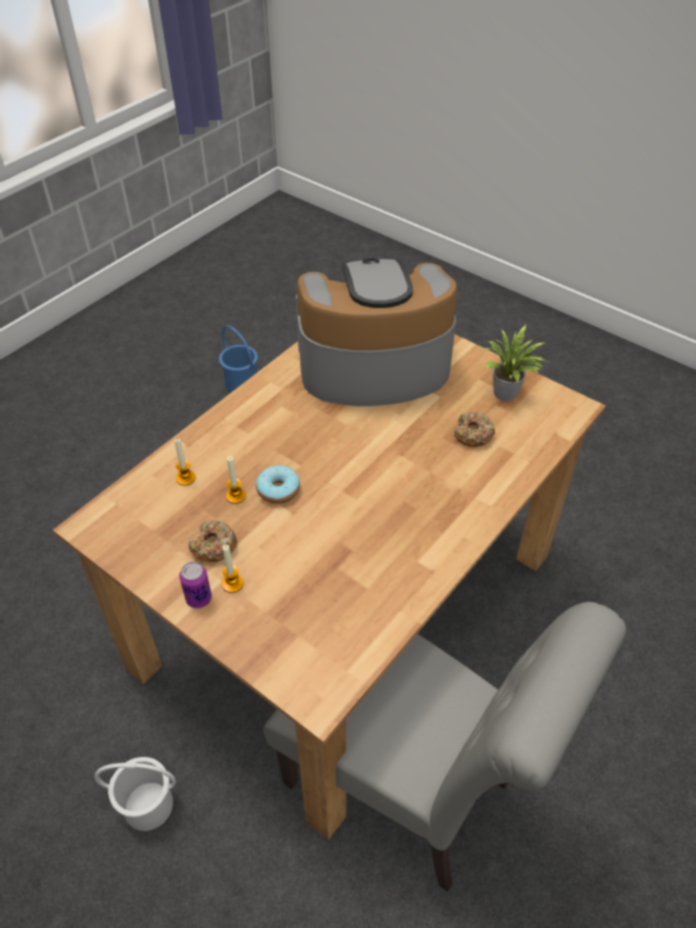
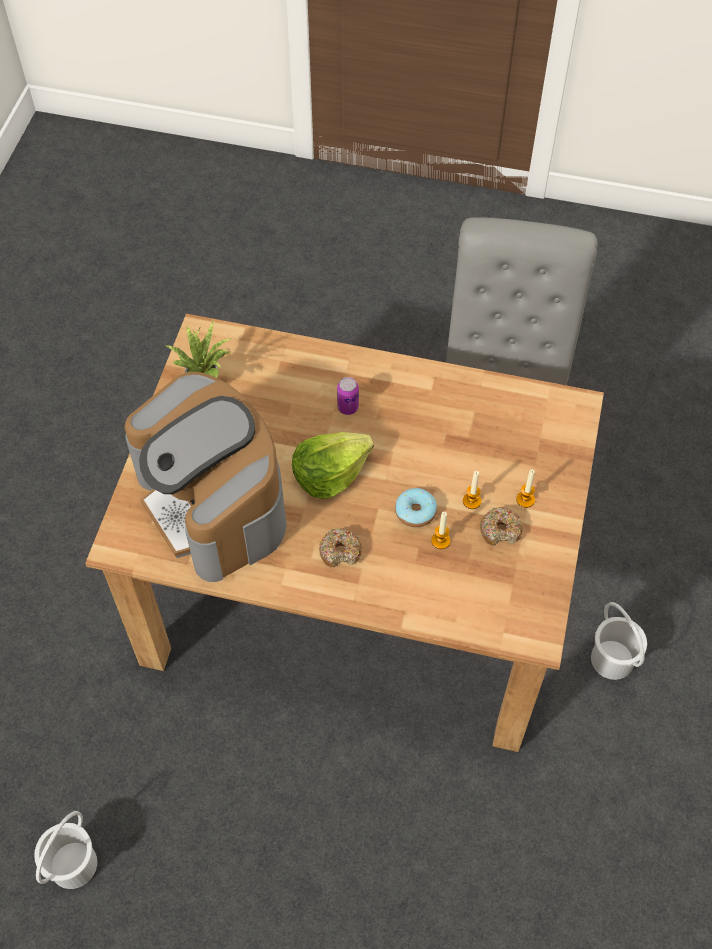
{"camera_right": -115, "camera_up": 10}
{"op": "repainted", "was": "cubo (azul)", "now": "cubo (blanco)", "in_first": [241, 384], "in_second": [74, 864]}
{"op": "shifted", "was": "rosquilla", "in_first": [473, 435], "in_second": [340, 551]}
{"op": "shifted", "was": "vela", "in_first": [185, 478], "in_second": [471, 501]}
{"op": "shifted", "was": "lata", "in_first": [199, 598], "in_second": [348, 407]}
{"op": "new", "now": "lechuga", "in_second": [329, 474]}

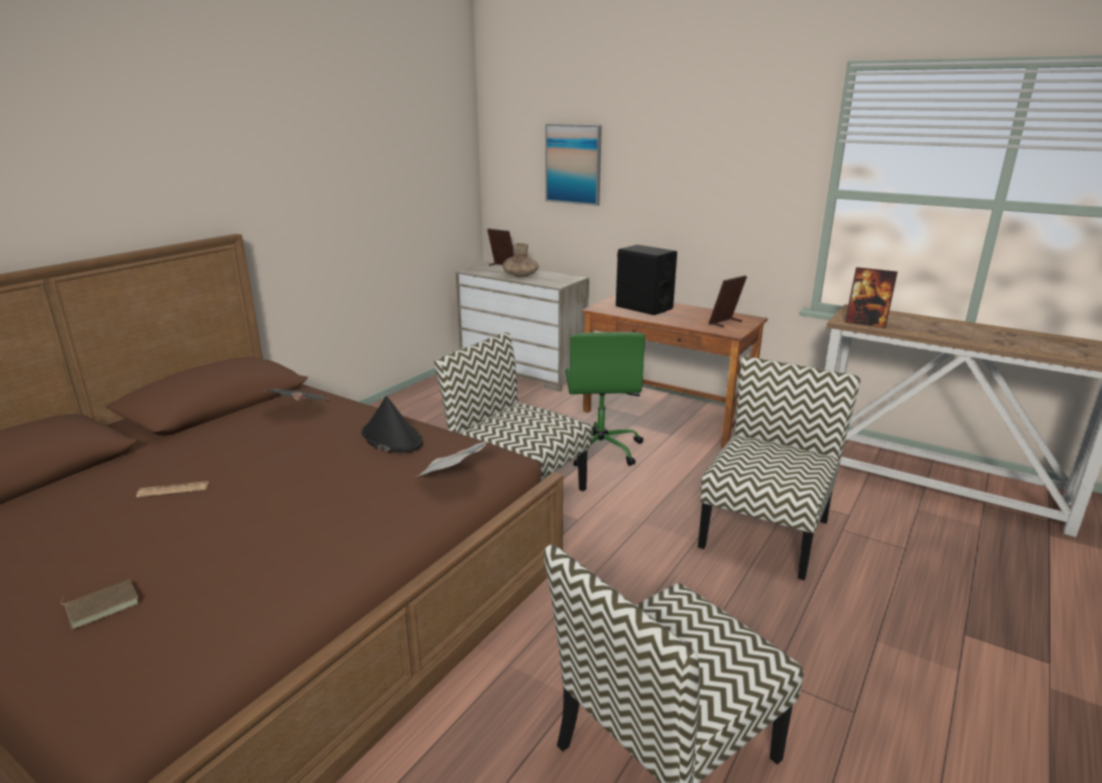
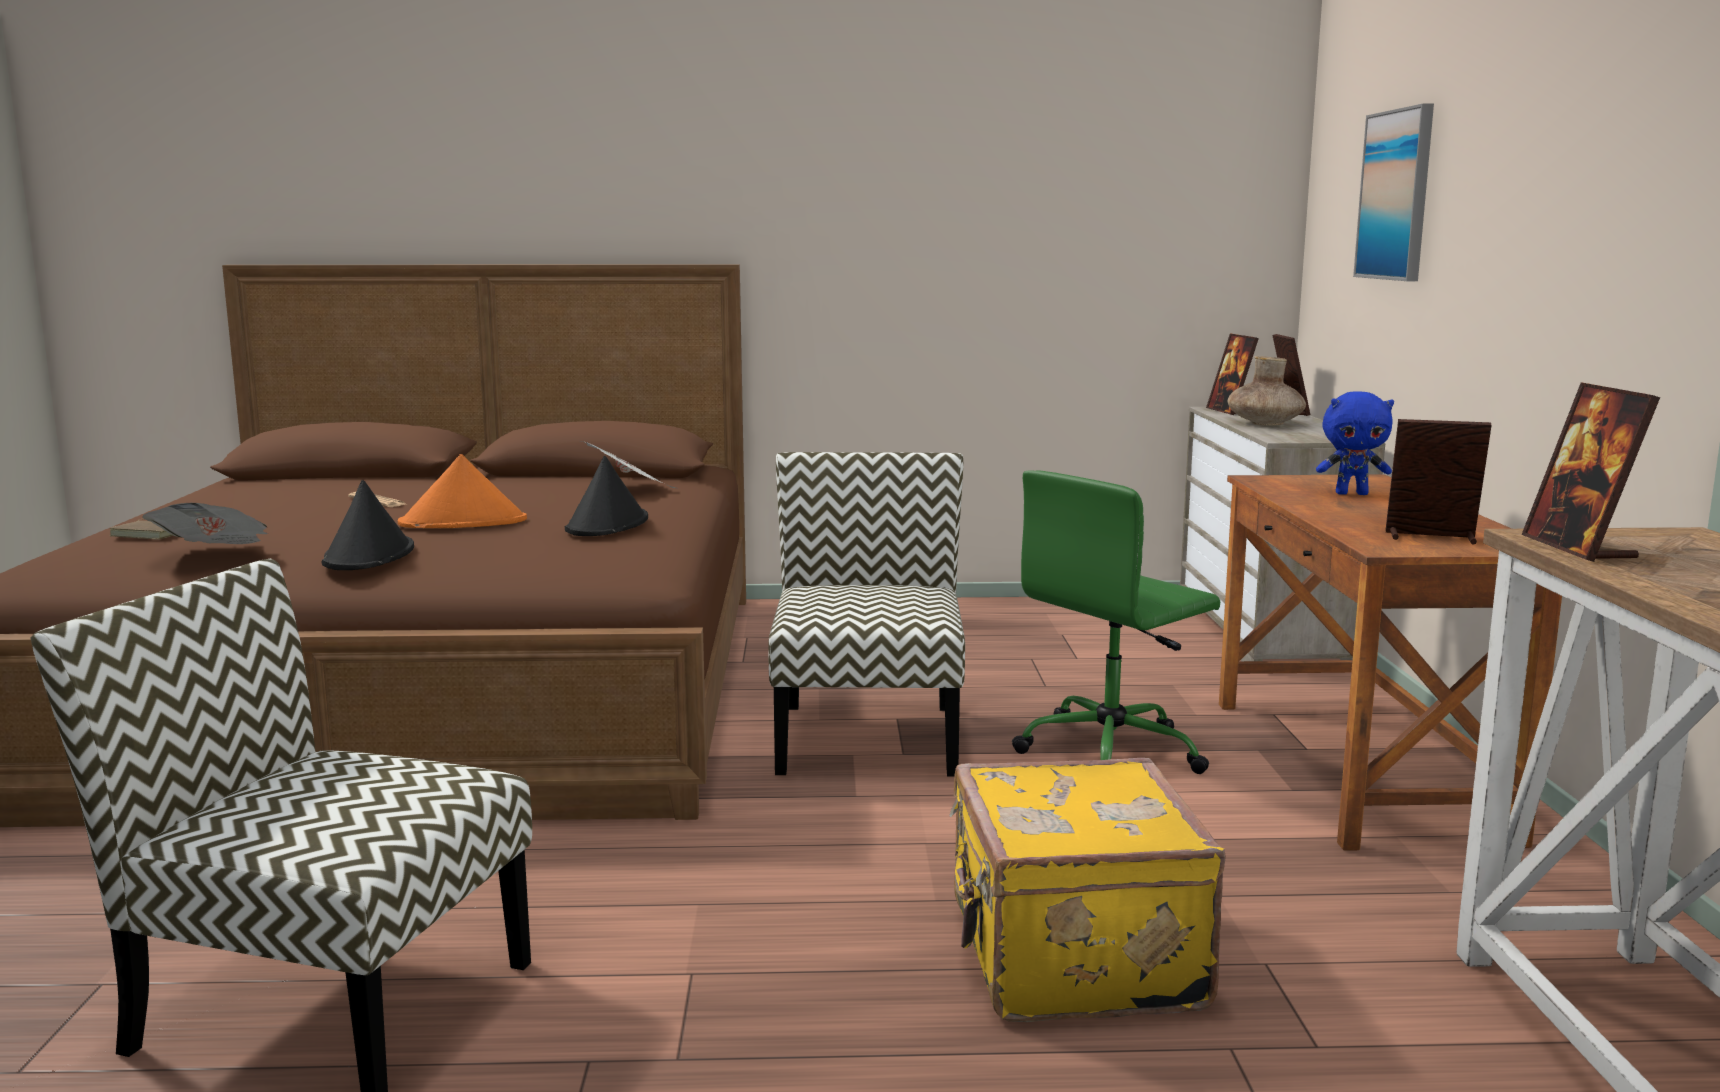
{"camera_right": 55, "camera_up": -10}
{"op": "swapped", "was": "altavoz (negro)", "now": "peluche (azul)", "in_first": [643, 307], "in_second": [1352, 493]}
{"op": "swapped", "was": "silla", "now": "maleta (amarillo)", "in_first": [764, 532], "in_second": [1070, 958]}
{"op": "shifted", "was": "periódico", "in_first": [453, 476], "in_second": [215, 556]}
{"op": "new", "now": "portarretratos", "in_second": [1230, 411]}
{"op": "new", "now": "sombrero (naranja)", "in_second": [464, 523]}
{"op": "new", "now": "sombrero (negro)", "in_second": [369, 556]}

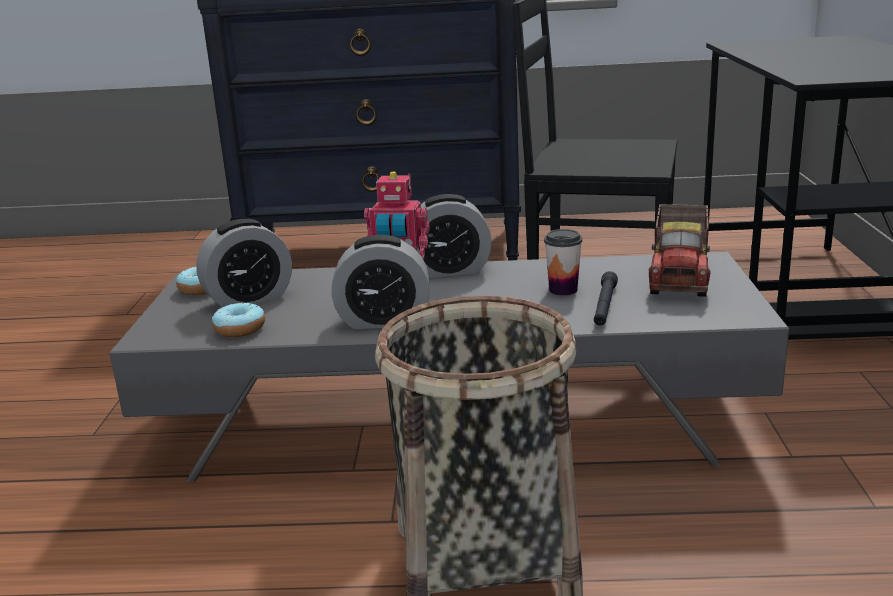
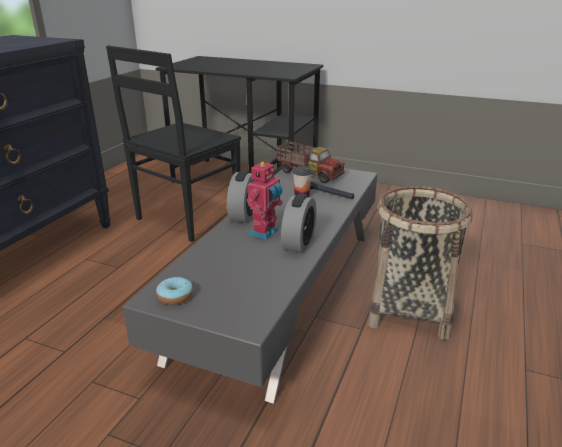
{"camera_right": -70, "camera_up": 5}
{"op": "gone", "was": "despertador", "in_first": [249, 299]}
{"op": "gone", "was": "rosquilla", "in_first": [240, 329]}

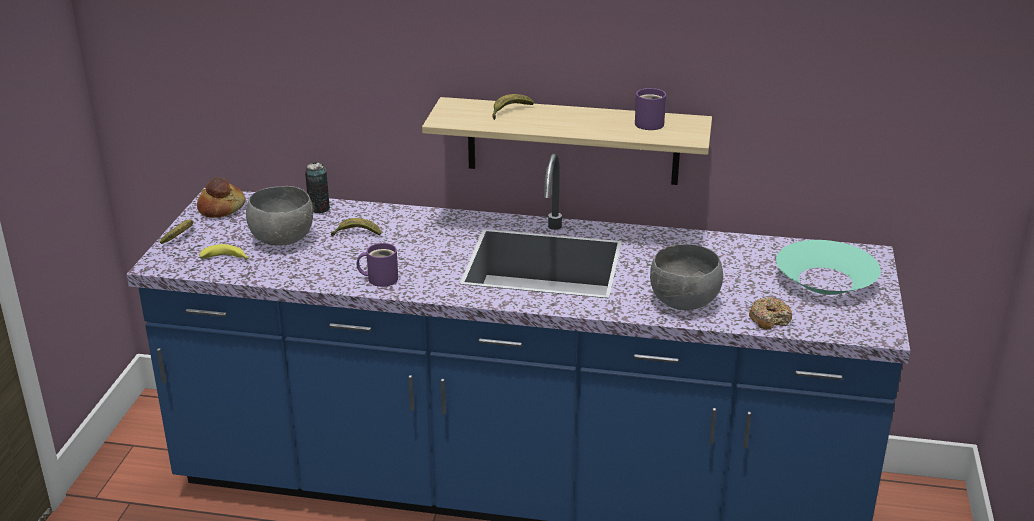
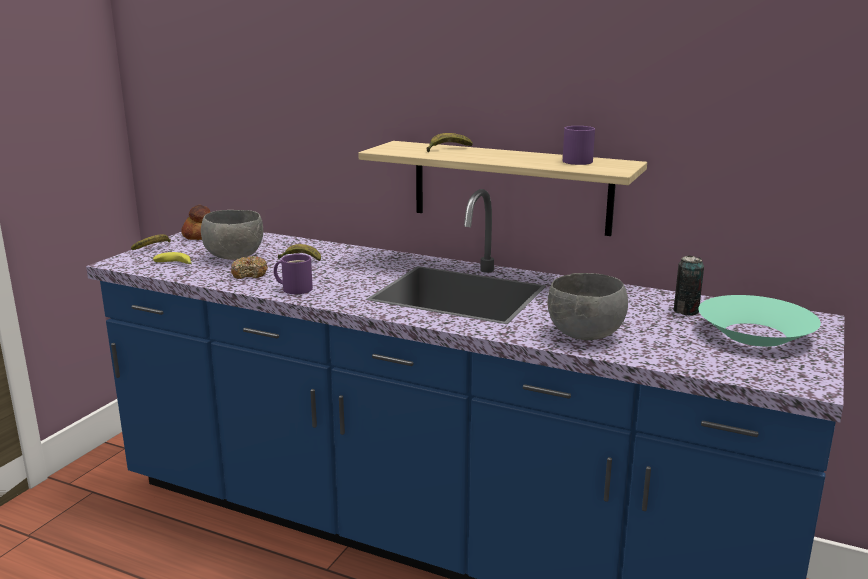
{"camera_right": 15, "camera_up": -10}
{"op": "shifted", "was": "lata", "in_first": [319, 209], "in_second": [686, 311]}
{"op": "shifted", "was": "rosquilla", "in_first": [769, 319], "in_second": [250, 274]}

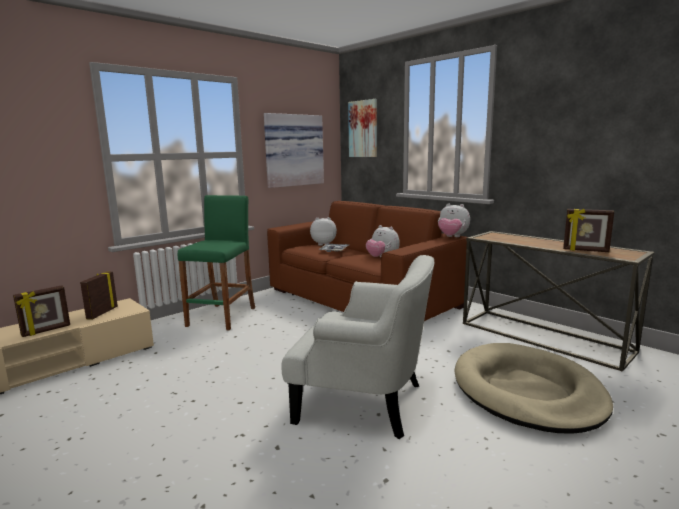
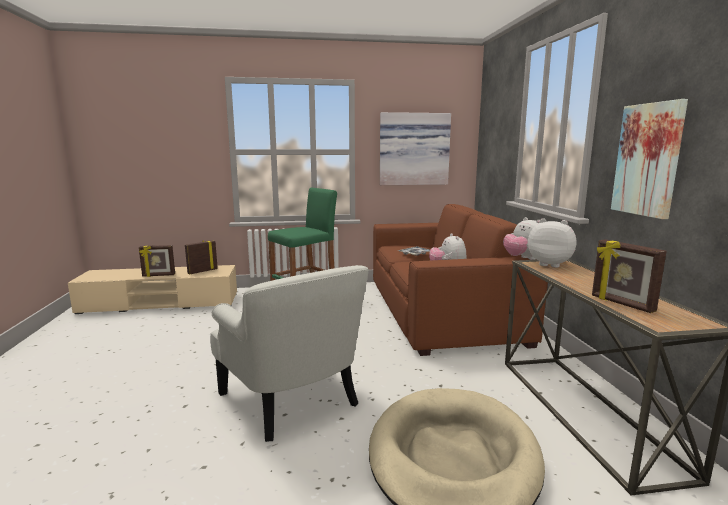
{"camera_right": 35, "camera_up": 0}
{"op": "shifted", "was": "cuadro", "in_first": [363, 129], "in_second": [648, 160]}
{"op": "shifted", "was": "peluche", "in_first": [323, 244], "in_second": [550, 264]}

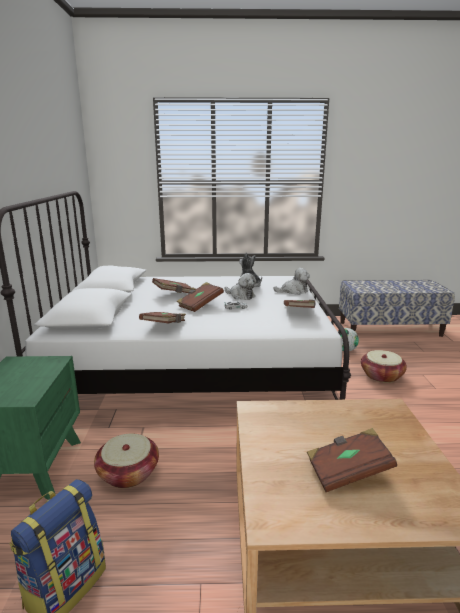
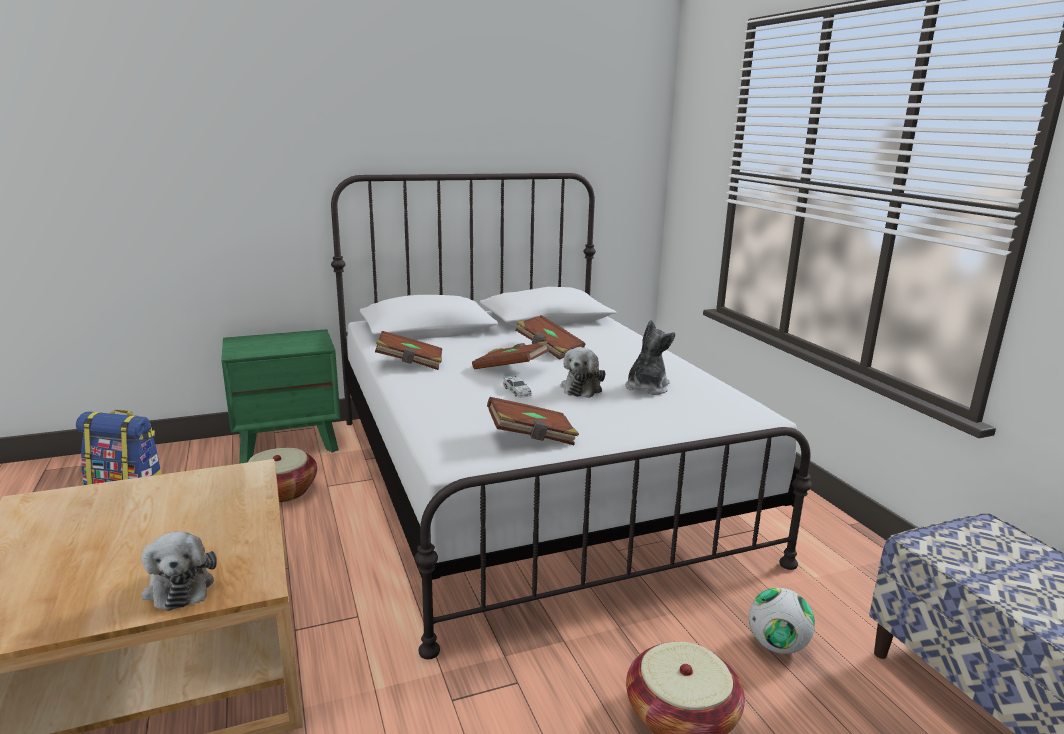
{"camera_right": 70, "camera_up": 0}
{"op": "shifted", "was": "peluche", "in_first": [293, 291], "in_second": [179, 585]}
{"op": "gone", "was": "libro (marrón)", "in_first": [347, 471]}

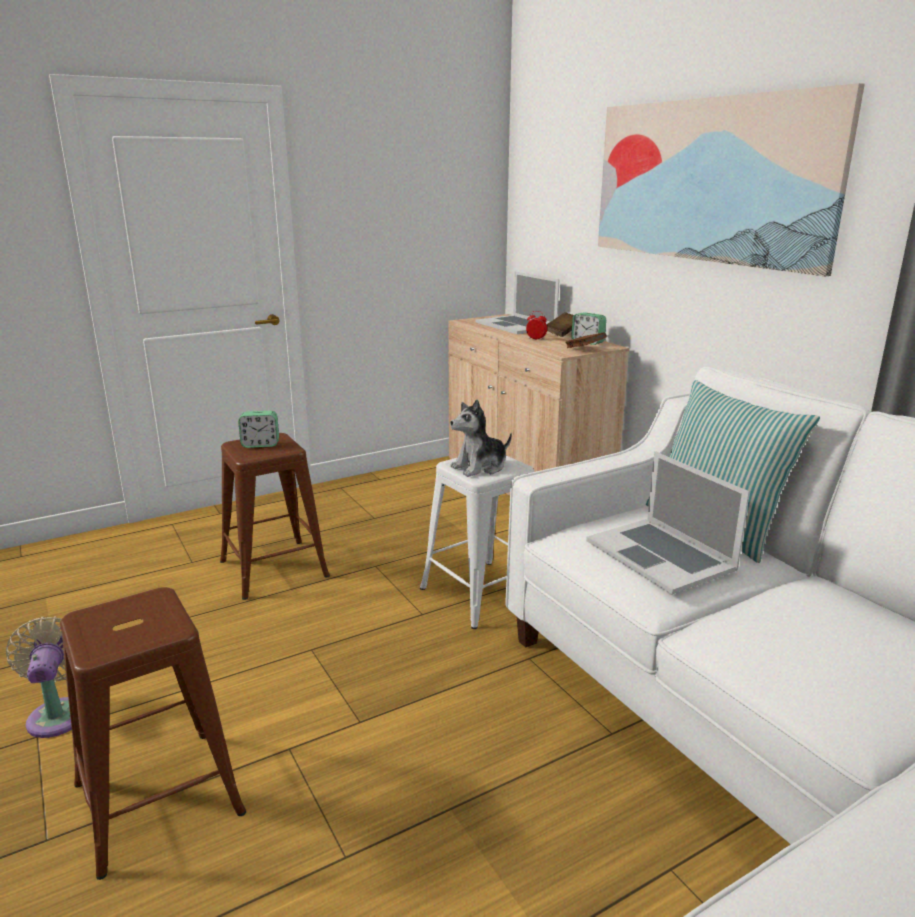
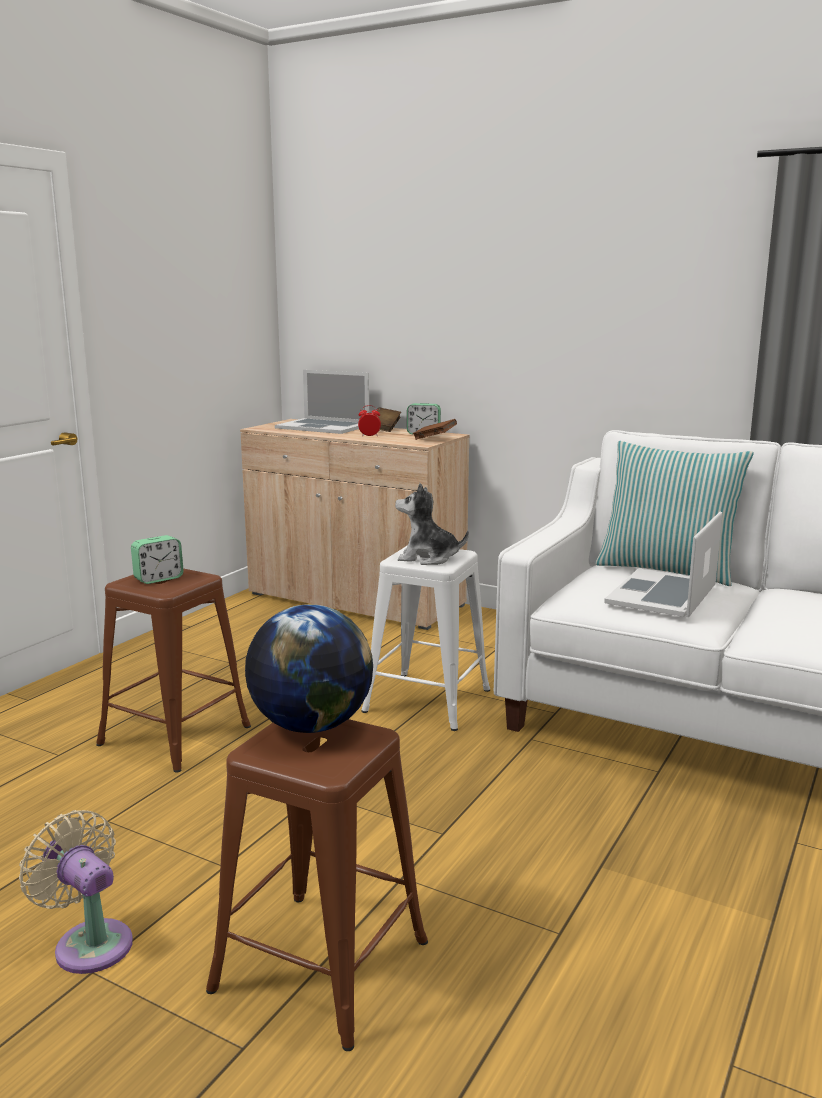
{"camera_right": -30, "camera_up": -5}
{"op": "gone", "was": "cuadro", "in_first": [707, 181]}
{"op": "rotated", "was": "peluche", "in_first": [480, 467], "in_second": [428, 558], "clockwise": 75}
{"op": "rotated", "was": "portátil", "in_first": [660, 555], "in_second": [663, 594], "clockwise": 90}
{"op": "new", "now": "globo terráqueo", "in_second": [310, 725]}

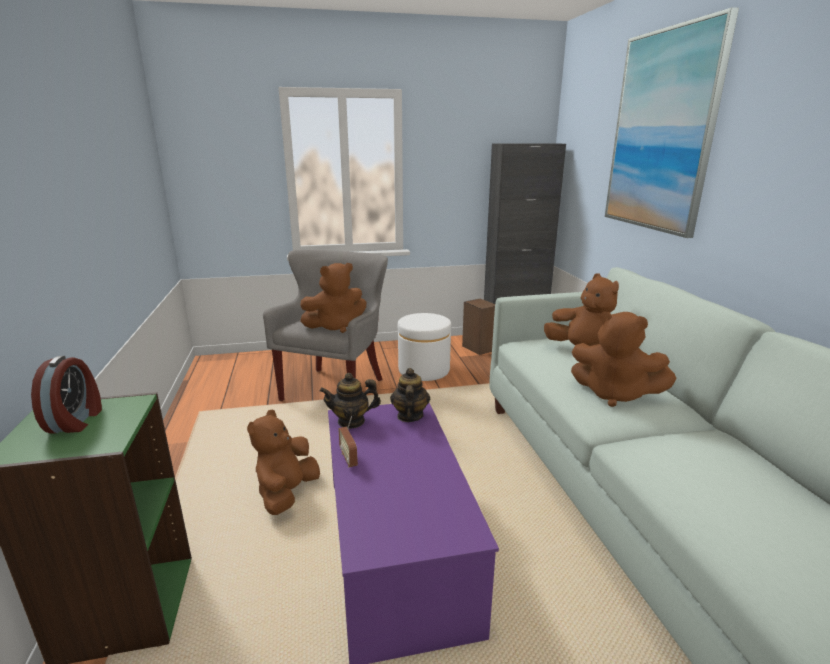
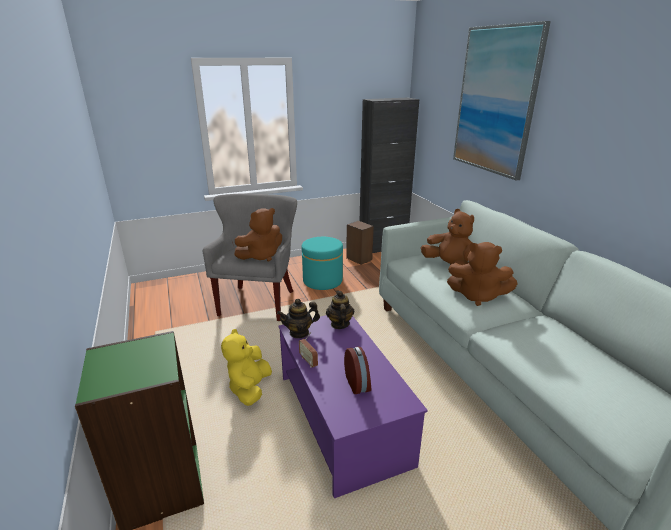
{"camera_right": -10, "camera_up": 5}
{"op": "repainted", "was": "puf (blanco)", "now": "puf (turquesa)", "in_first": [424, 370], "in_second": [322, 281]}
{"op": "shifted", "was": "despertador", "in_first": [76, 420], "in_second": [358, 383]}
{"op": "repainted", "was": "peluche (marrón)", "now": "peluche (amarillo)", "in_first": [287, 493], "in_second": [250, 388]}

